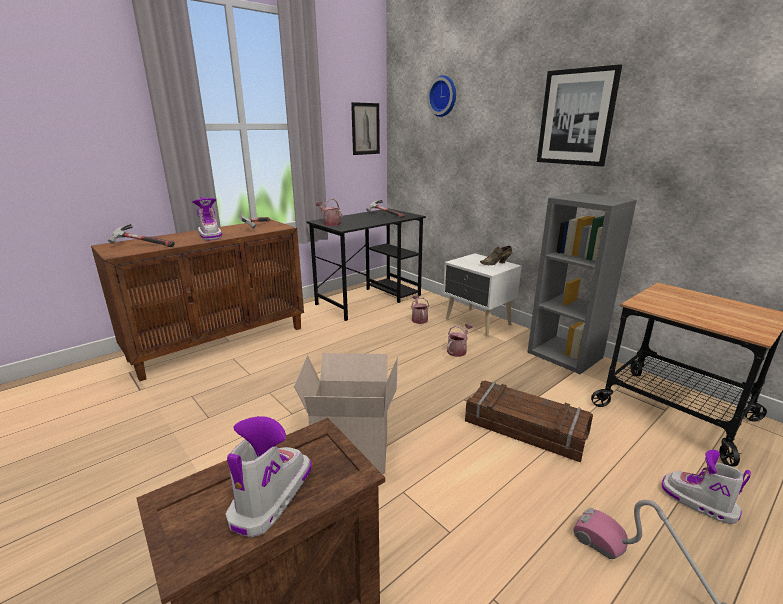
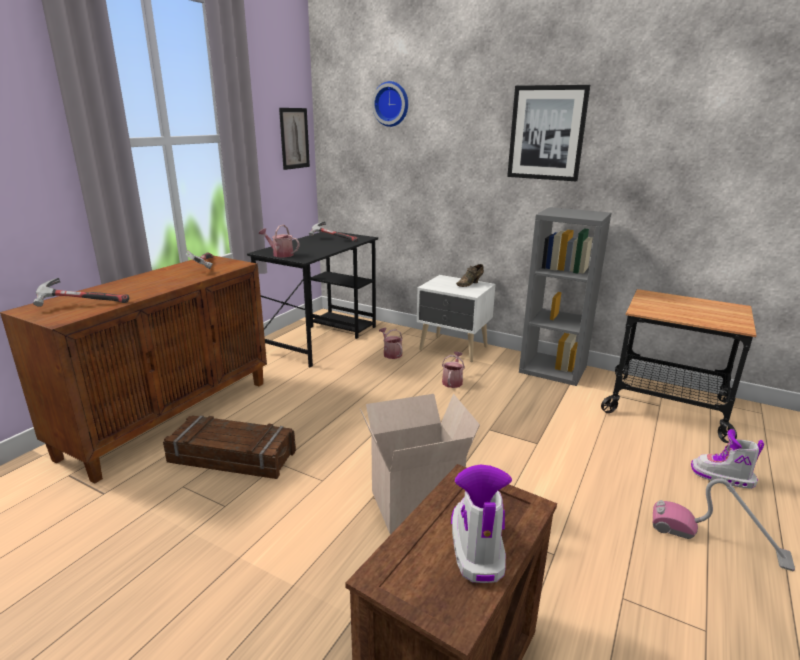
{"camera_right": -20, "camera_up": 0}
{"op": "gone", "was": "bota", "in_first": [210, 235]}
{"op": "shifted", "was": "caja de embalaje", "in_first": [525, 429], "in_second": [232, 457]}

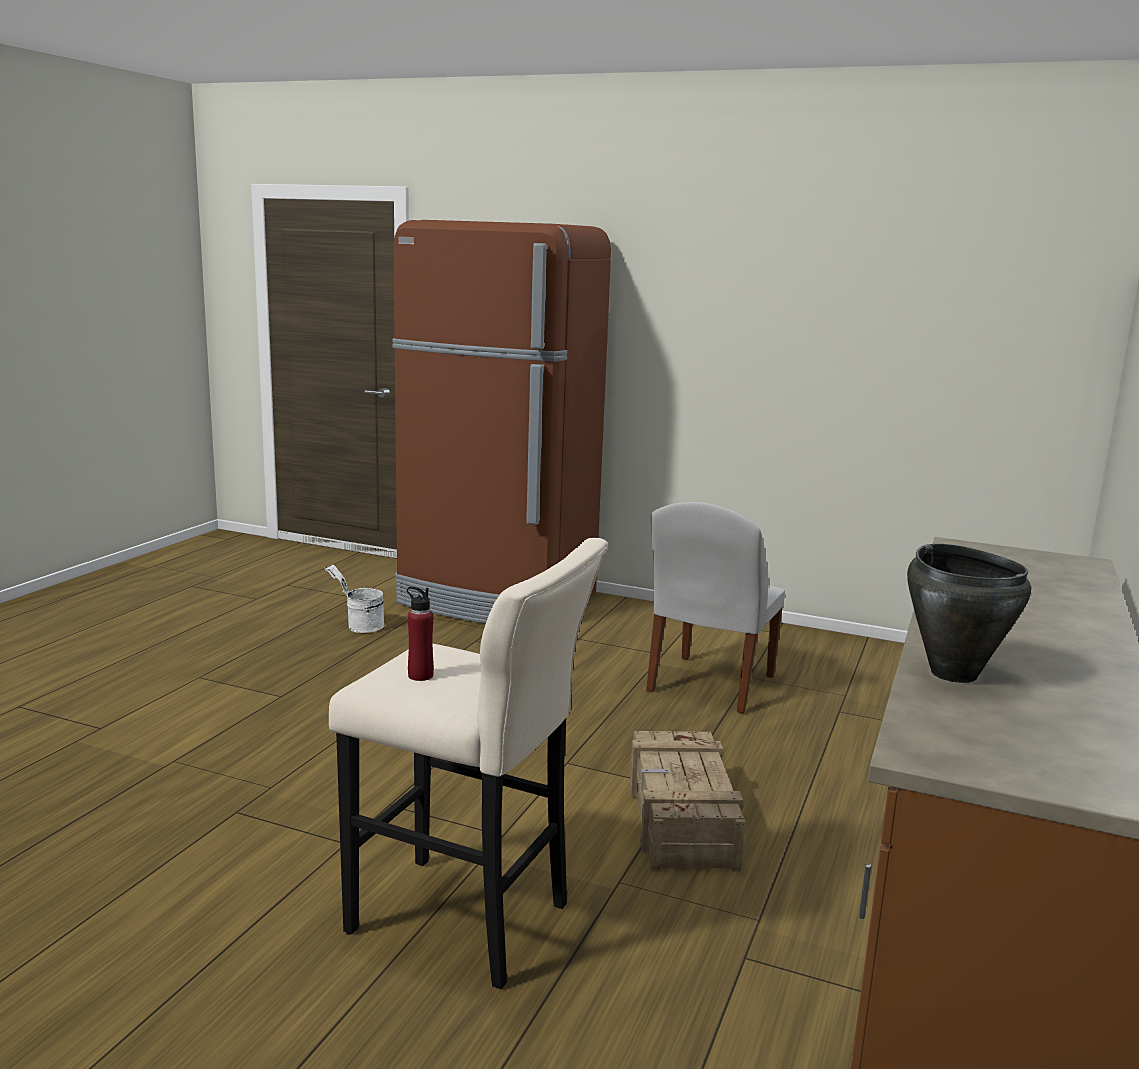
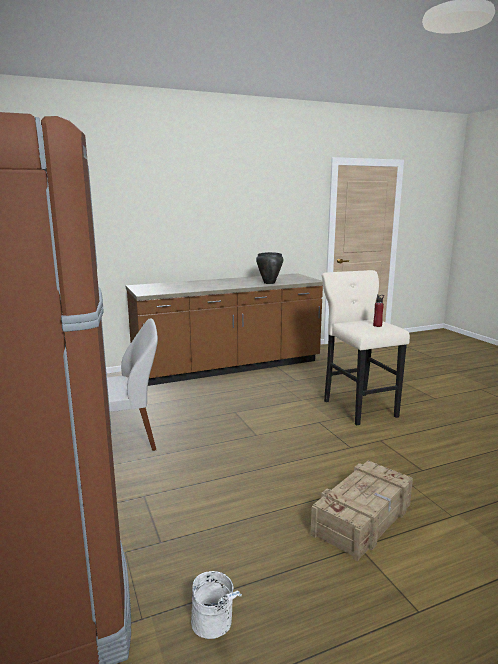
{"camera_right": -135, "camera_up": 0}
{"op": "shifted", "was": "caja de embalaje", "in_first": [680, 820], "in_second": [363, 519]}

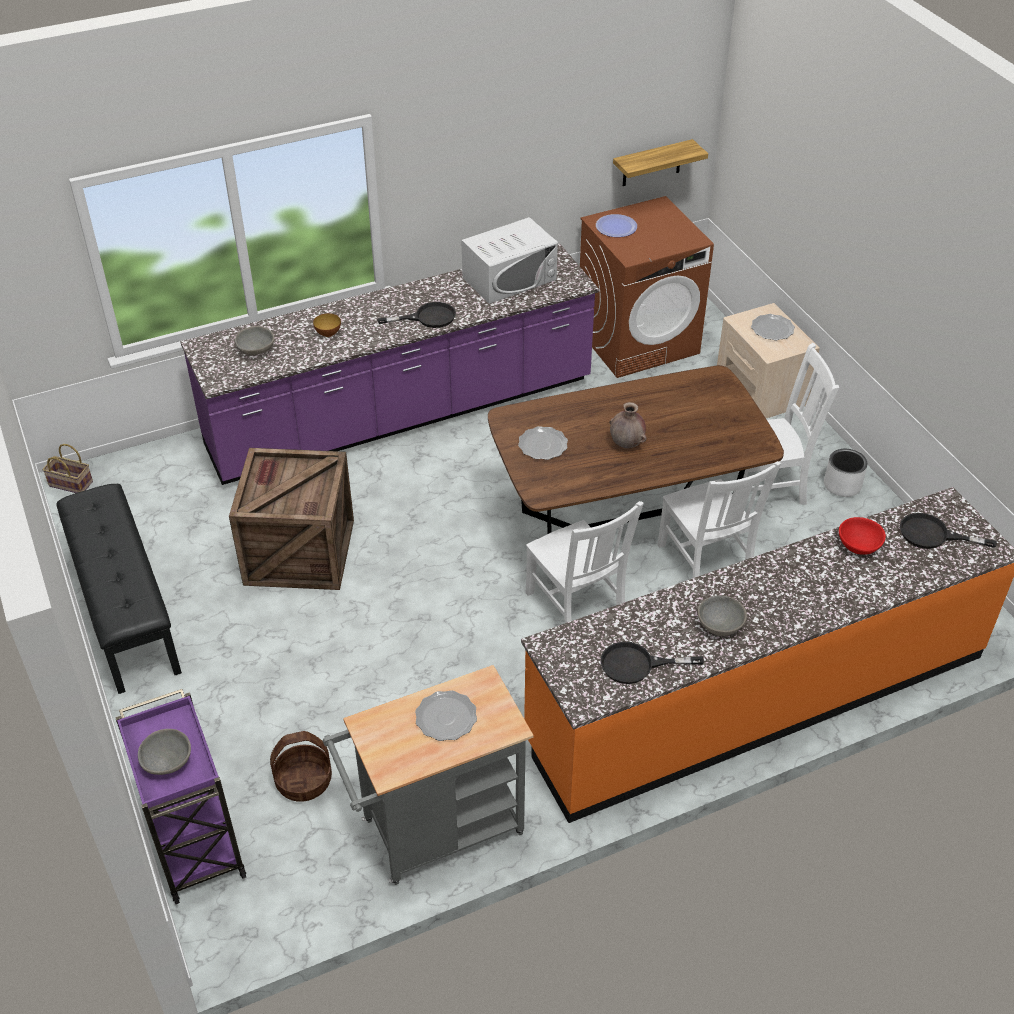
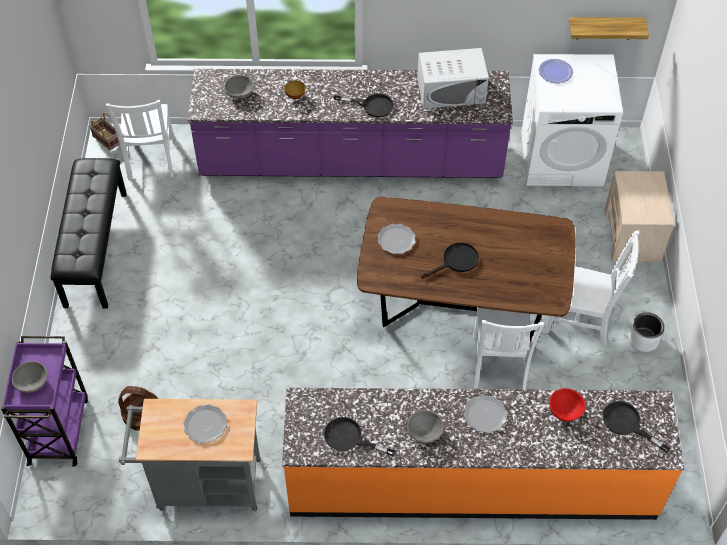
{"camera_right": 25, "camera_up": 10}
{"op": "repainted", "was": "lavadora (marrón)", "now": "lavadora (blanco)", "in_first": [638, 341], "in_second": [562, 158]}
{"op": "shifted", "was": "plato", "in_first": [772, 329], "in_second": [485, 415]}
{"op": "swapped", "was": "florero (marrón)", "now": "sartén (negro)", "in_first": [626, 444], "in_second": [456, 261]}
{"op": "gone", "was": "caja de embalaje", "in_first": [298, 551]}
{"op": "shifted", "was": "silla (blanco)", "in_first": [577, 608], "in_second": [151, 160]}

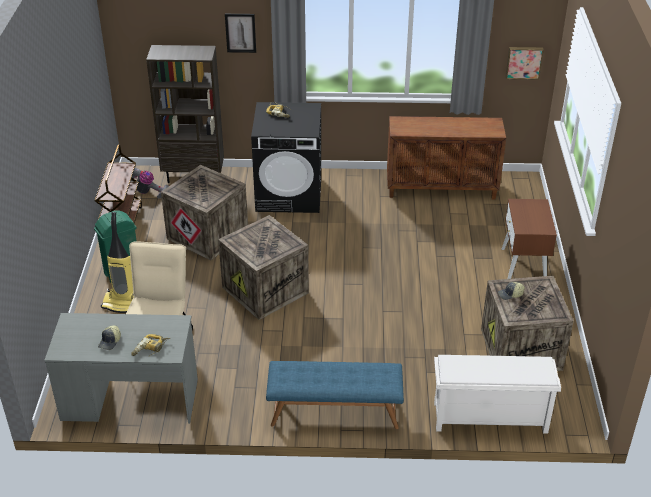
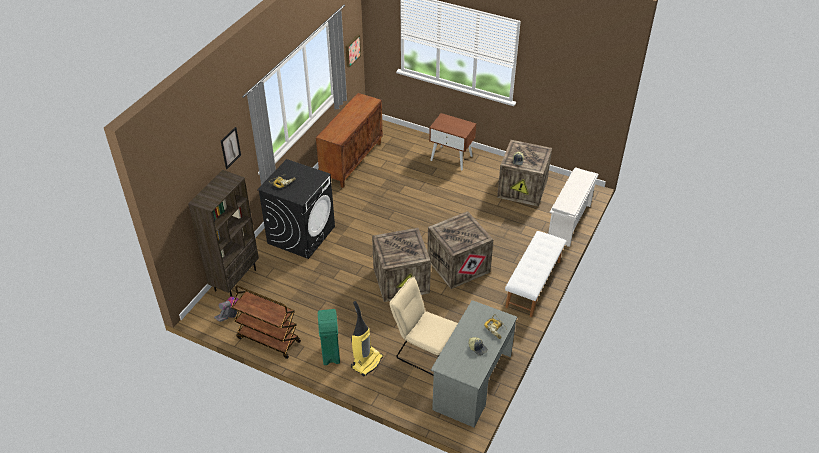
{"camera_right": -65, "camera_up": 5}
{"op": "shifted", "was": "caja de embalaje", "in_first": [206, 235], "in_second": [458, 266]}
{"op": "repainted", "was": "banco (azul)", "now": "banco (blanco)", "in_first": [334, 412], "in_second": [534, 284]}

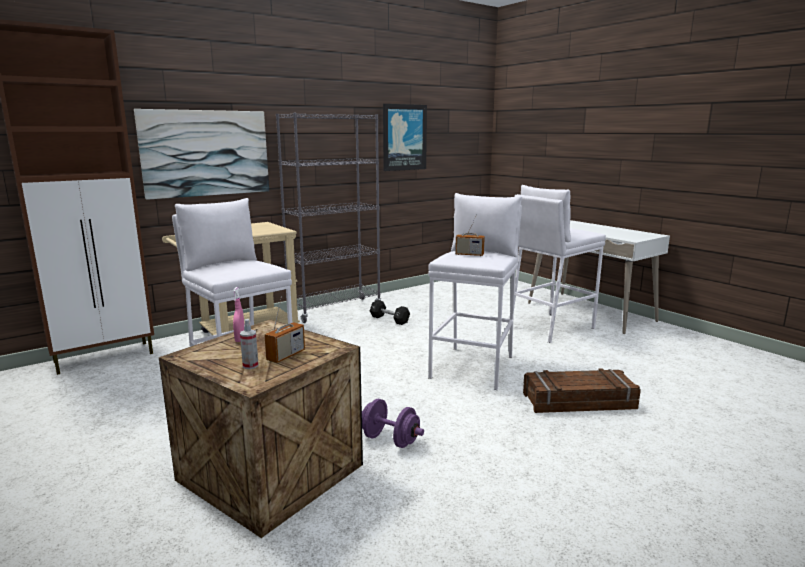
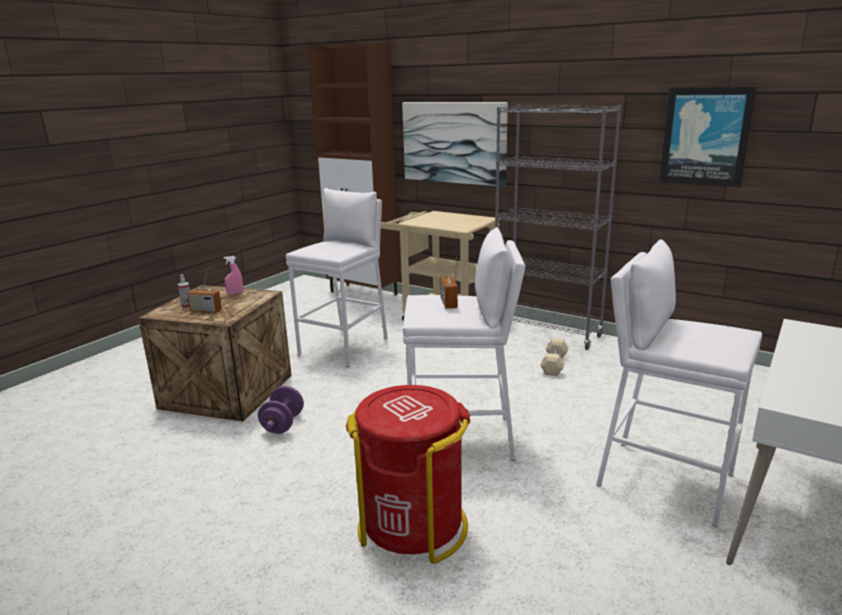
{"camera_right": 70, "camera_up": 5}
{"op": "repainted", "was": "mancuerna (negro)", "now": "mancuerna (beis)", "in_first": [389, 319], "in_second": [554, 365]}
{"op": "swapped", "was": "caja de embalaje", "now": "papelera (rojo)", "in_first": [579, 402], "in_second": [413, 526]}

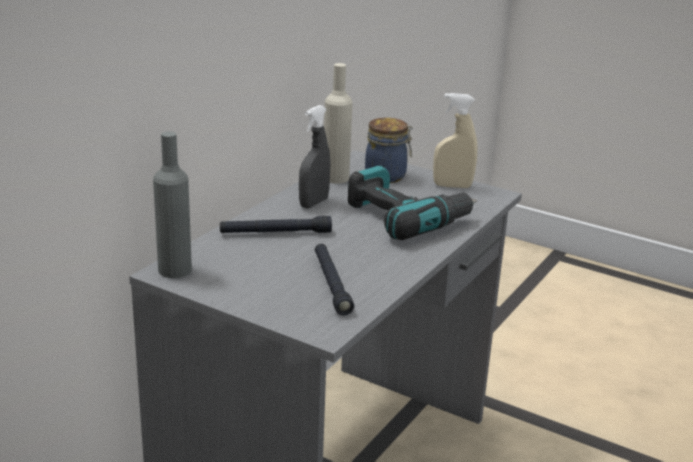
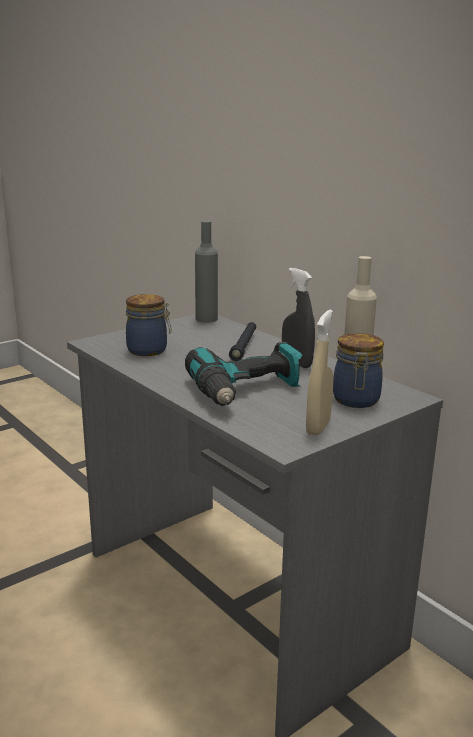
{"camera_right": 110, "camera_up": -5}
{"op": "swapped", "was": "linterna (negro)", "now": "tarro", "in_first": [331, 284], "in_second": [149, 350]}

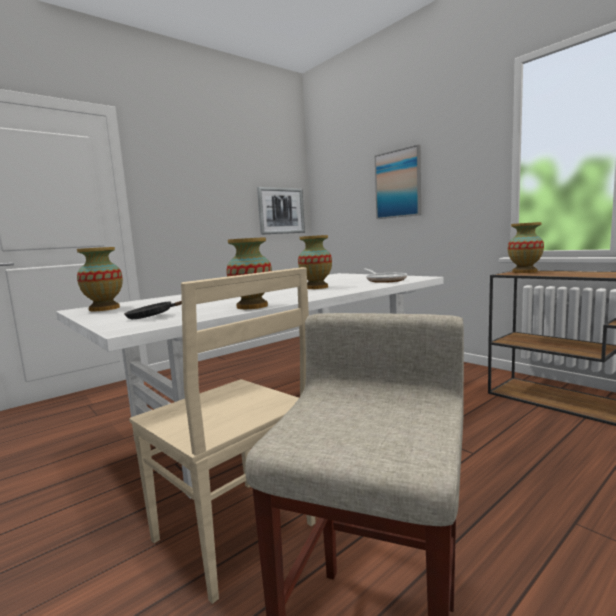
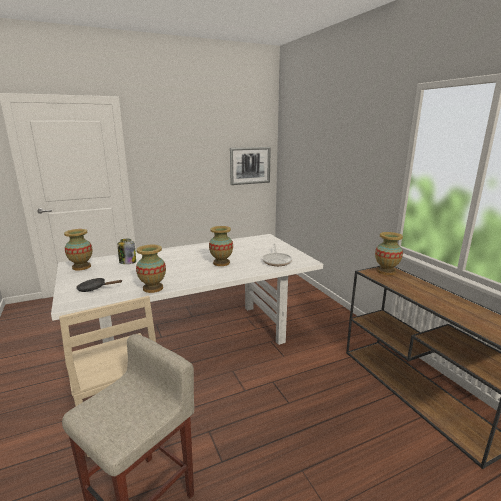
{"camera_right": 15, "camera_up": 10}
{"op": "gone", "was": "cuadro", "in_first": [398, 184]}
{"op": "new", "now": "tarro", "in_second": [127, 262]}

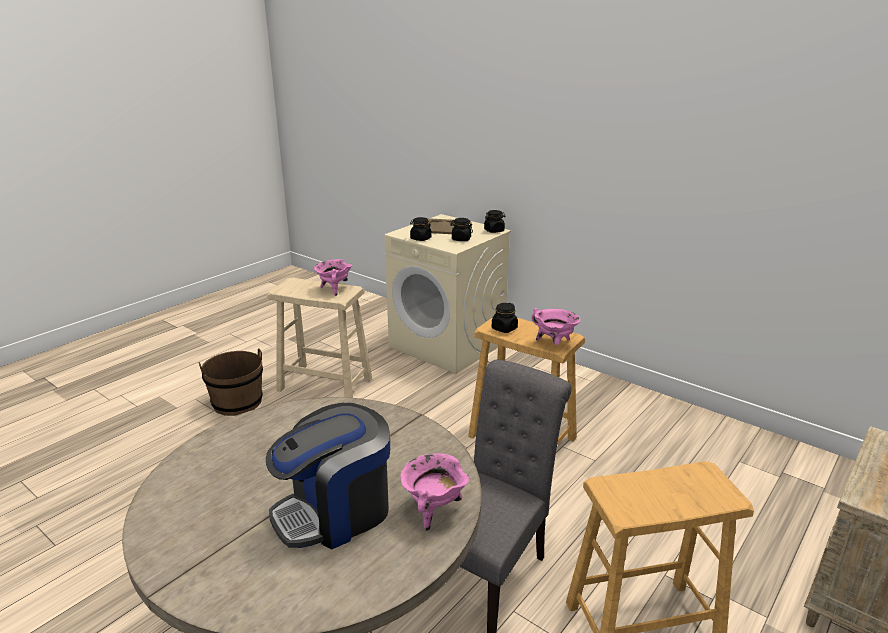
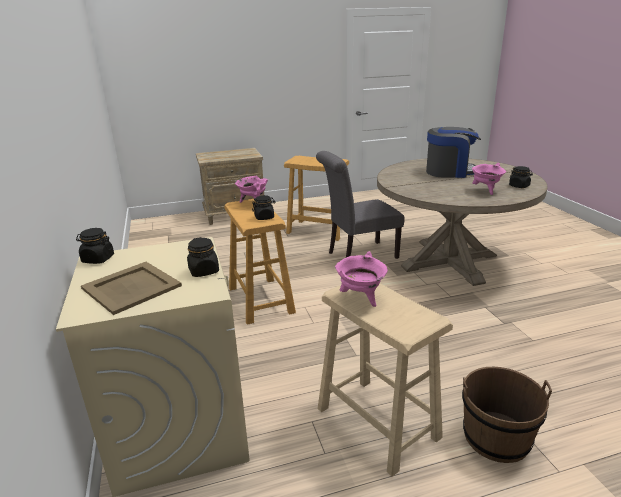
{"camera_right": -145, "camera_up": 0}
{"op": "shifted", "was": "tarro (negro)", "in_first": [461, 239], "in_second": [519, 186]}
{"op": "shifted", "was": "olla (rosa)", "in_first": [433, 510], "in_second": [486, 191]}

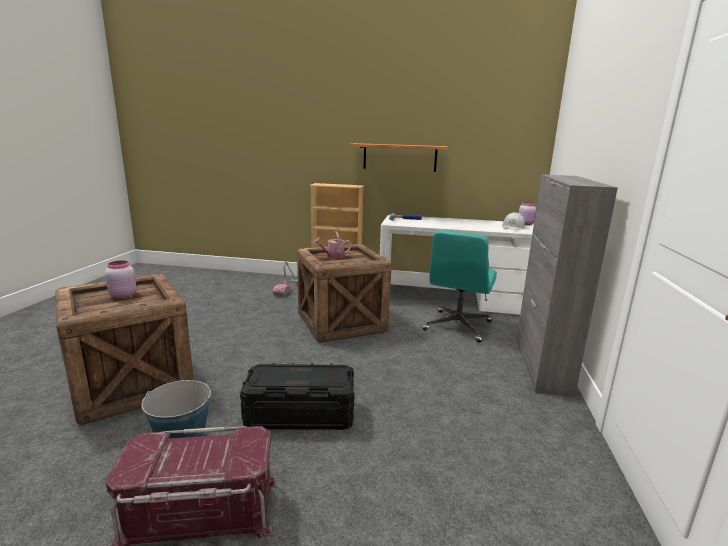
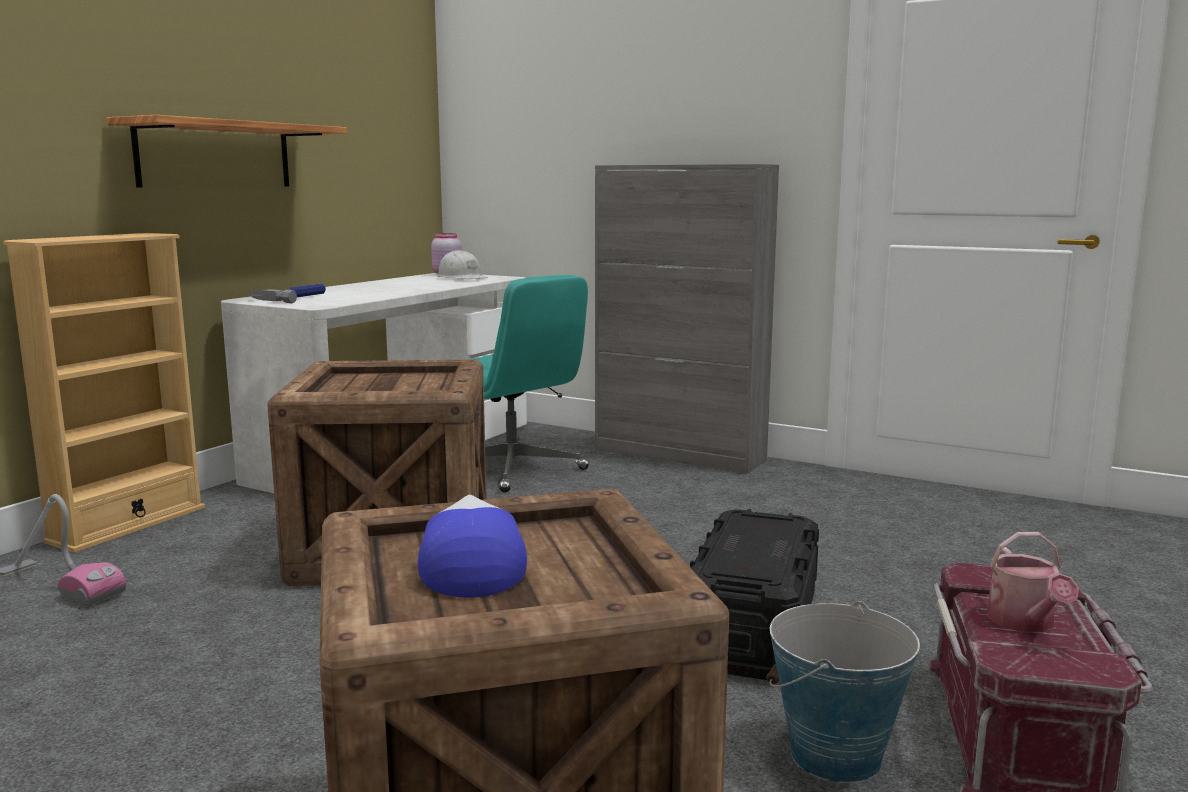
{"camera_right": -70, "camera_up": -5}
{"op": "shifted", "was": "regadera", "in_first": [333, 256], "in_second": [1024, 623]}
{"op": "swapped", "was": "tarro (rosa)", "now": "gorra", "in_first": [122, 295], "in_second": [471, 565]}

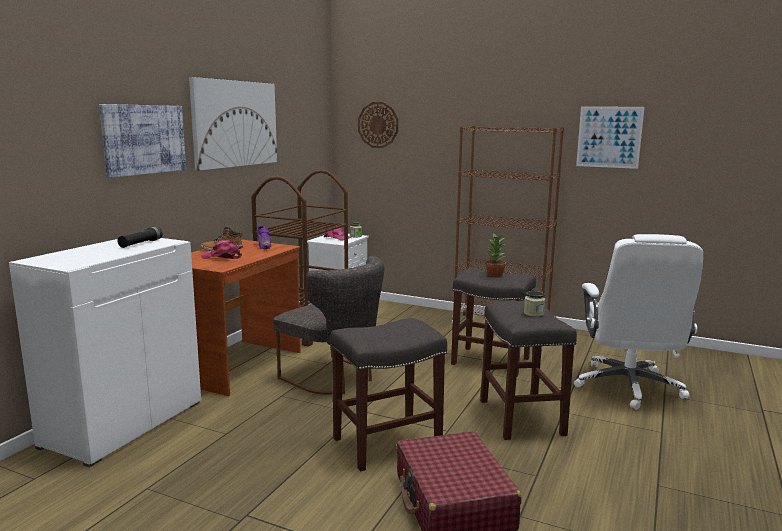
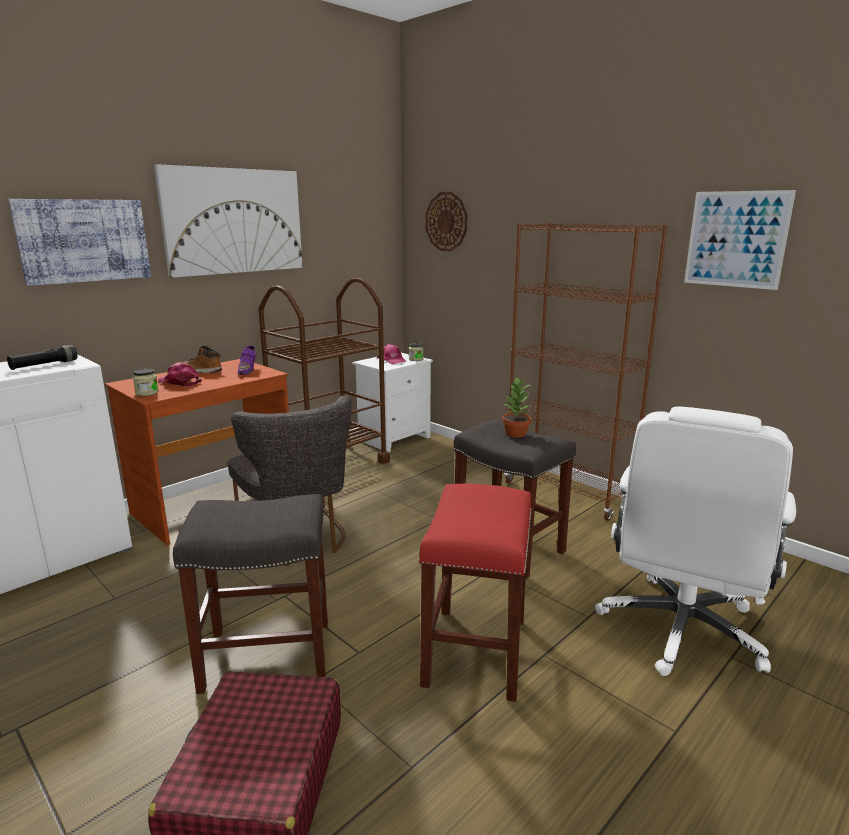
{"camera_right": 20, "camera_up": 5}
{"op": "shifted", "was": "tarro", "in_first": [533, 313], "in_second": [147, 393]}
{"op": "repainted", "was": "taburete (gris)", "now": "taburete (rojo)", "in_first": [520, 417], "in_second": [474, 650]}

